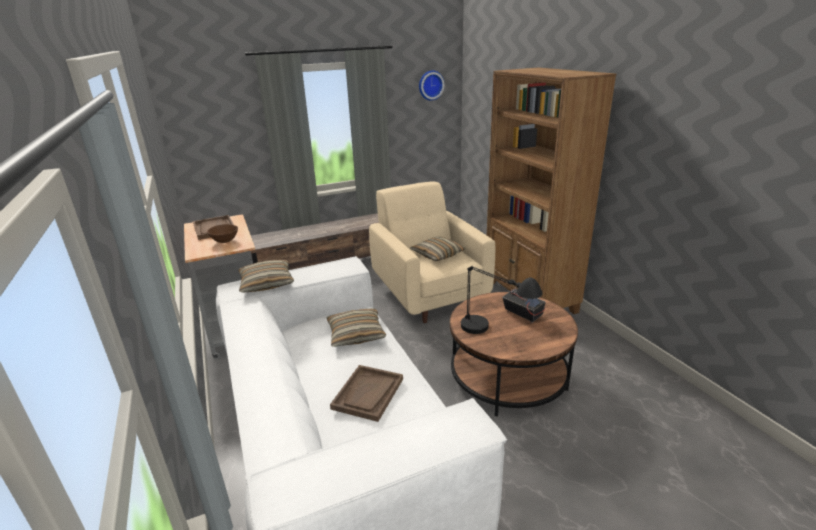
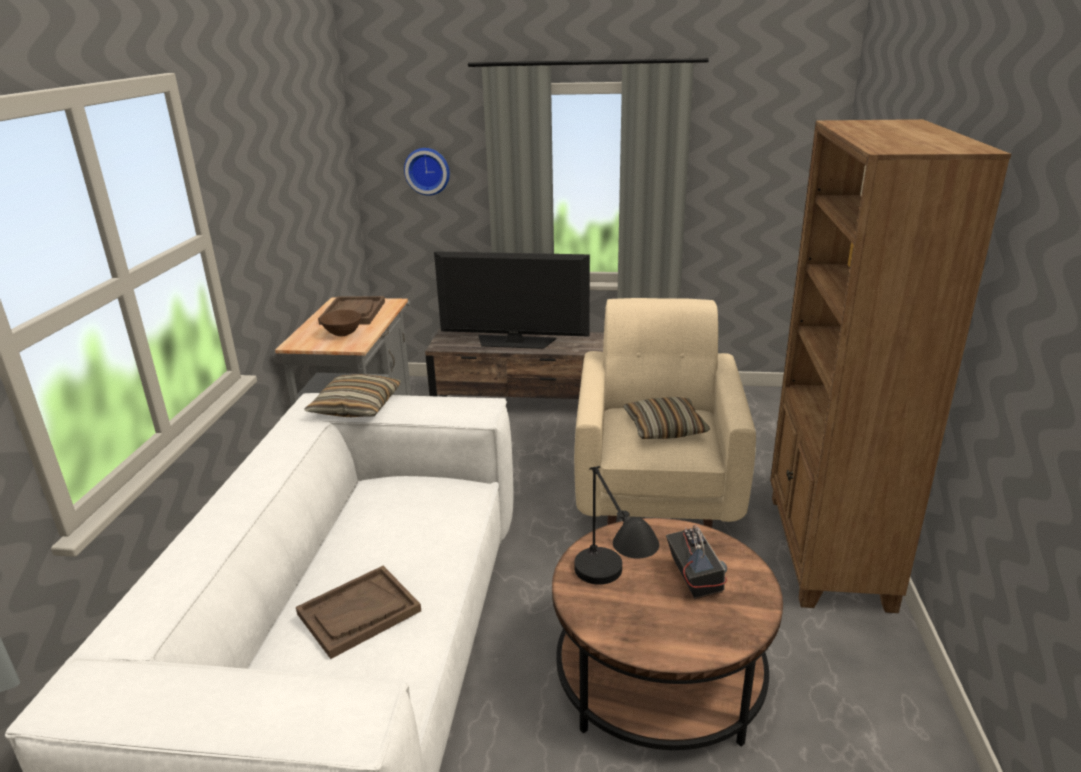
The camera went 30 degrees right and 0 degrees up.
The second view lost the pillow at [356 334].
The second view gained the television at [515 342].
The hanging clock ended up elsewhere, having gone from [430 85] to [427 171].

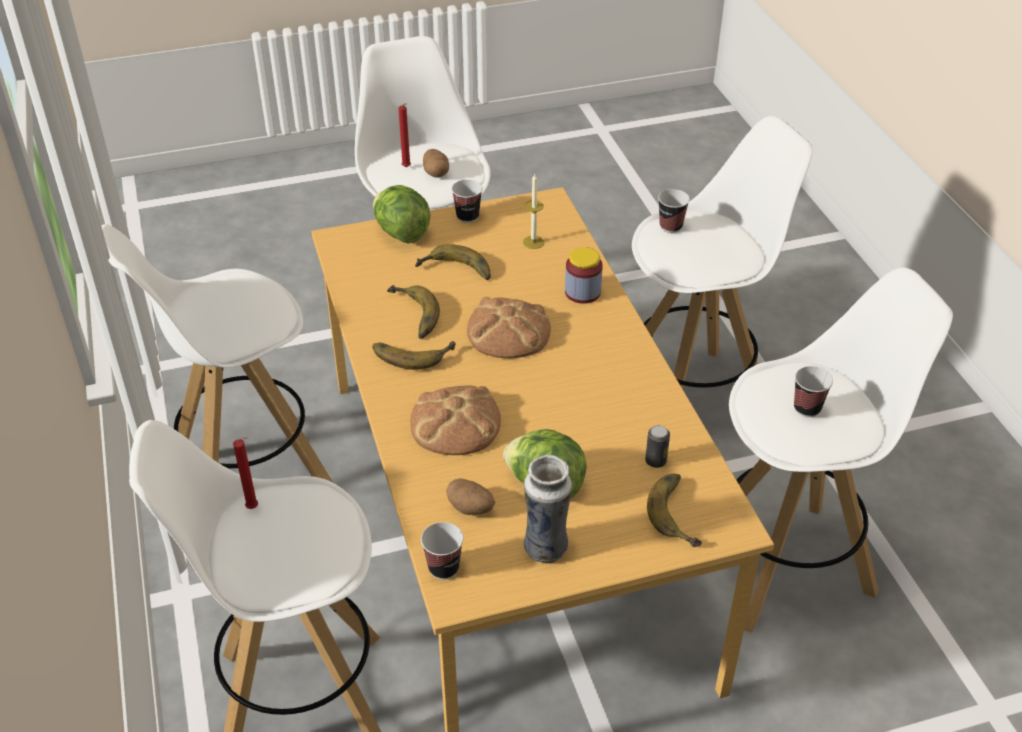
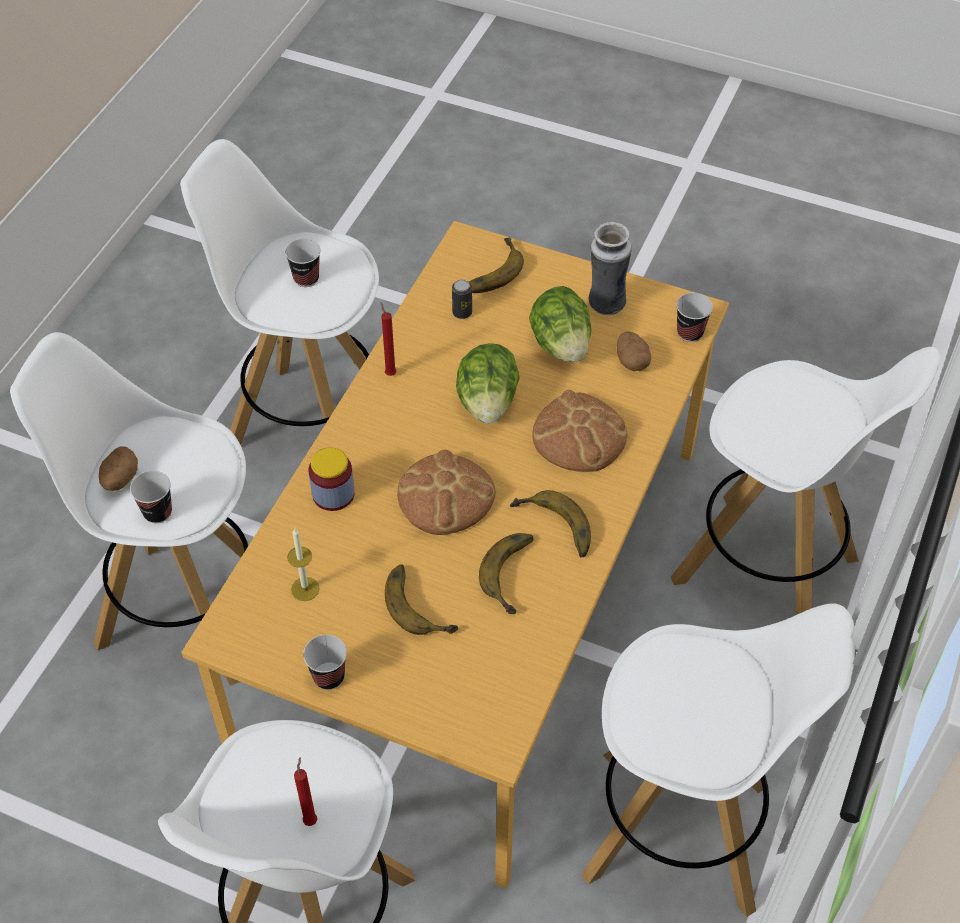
The camera went 140 degrees left and 10 degrees up.
The candle (red) ended up elsewhere, having gone from [254 508] to [389 373].
The head of lettuce ended up elsewhere, having gone from [401 233] to [487 403].
The potato ended up elsewhere, having gone from [436 173] to [120 479].

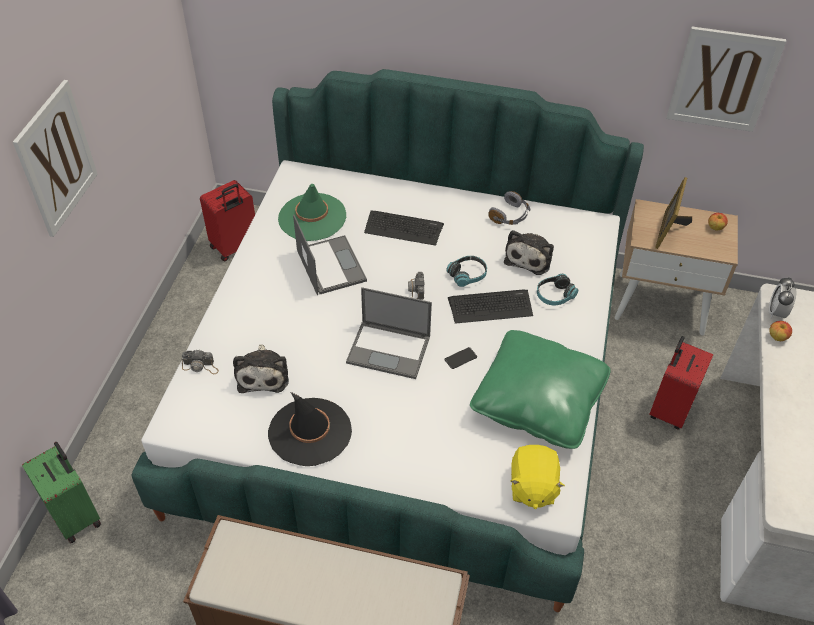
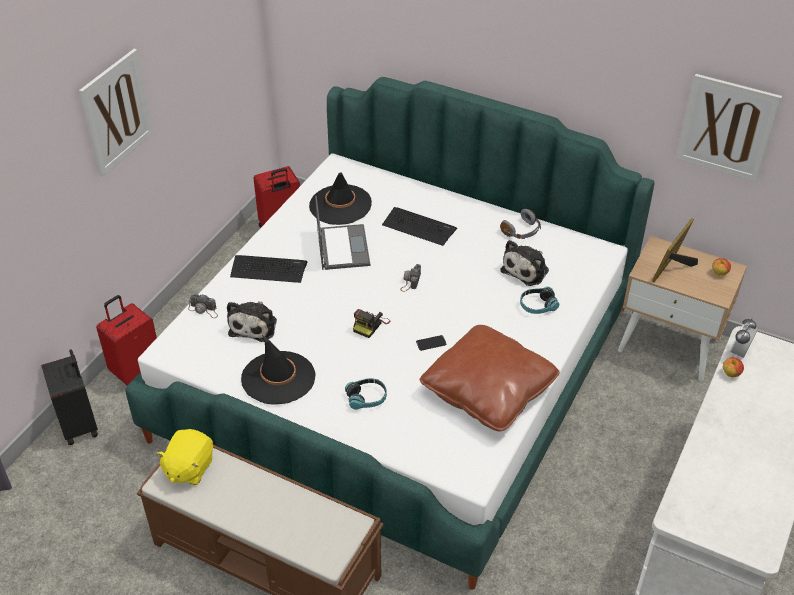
The camera went 15 degrees right and 5 degrees down.
The pair of headphones ended up elsewhere, having gone from [467 275] to [366 398].
The computer keyboard ended up elsewhere, having gone from [490 306] to [268 269].
The cuddly toy (yellow) ended up elsewhere, having gone from [532 487] to [189 468].
The suitcase (red) ended up elsewhere, having gone from [669 409] to [136 370].
Where the portable computer stood at [390 349], the still camera came to stand at [370 325].
What was the suitcase (greenish) at [76 516] turned into the suitcase (blackish) at [80 425].
What was the wearable hat (greenish) at [312 217] turned into the wearable hat (blackish) at [340 205].
What was the pillow (greenish) at [538 401] turned into the pillow (brown) at [488 390].

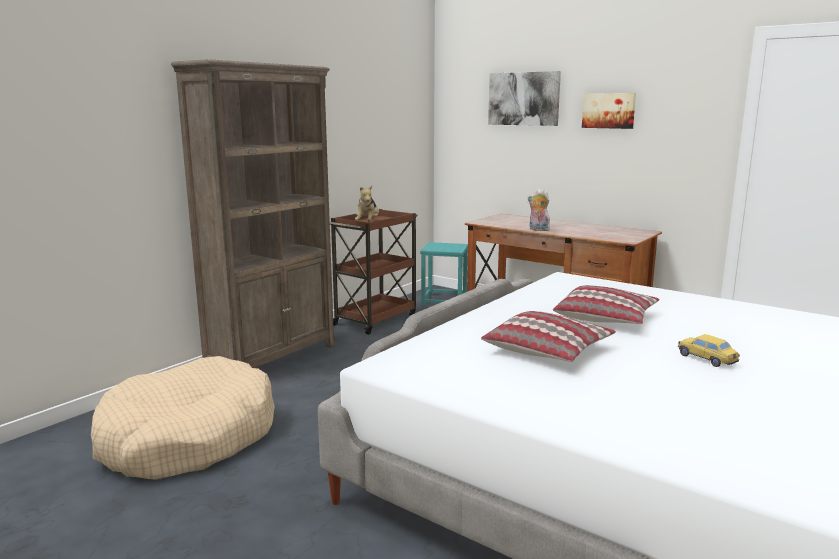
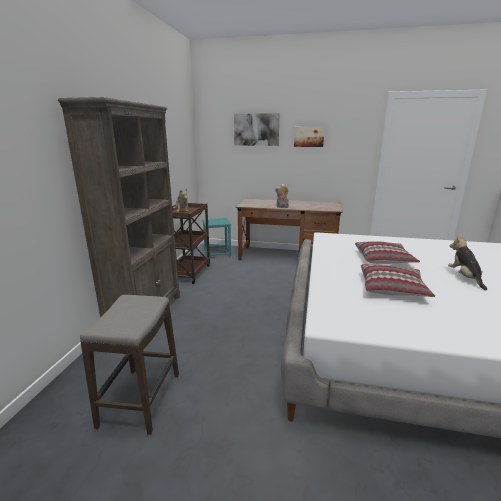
The camera went 25 degrees left and 5 degrees up.
Where the pet bed (beige-coloured) stood at [188 438], the sitting stool came to stand at [140 399].
Where the miniature car stood at [706 359], the cuddly toy came to stand at [464 278].

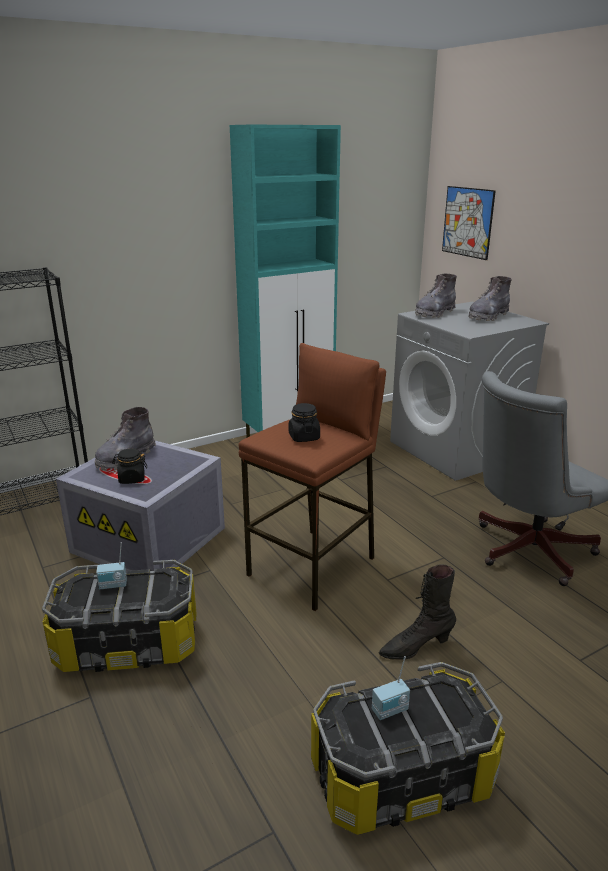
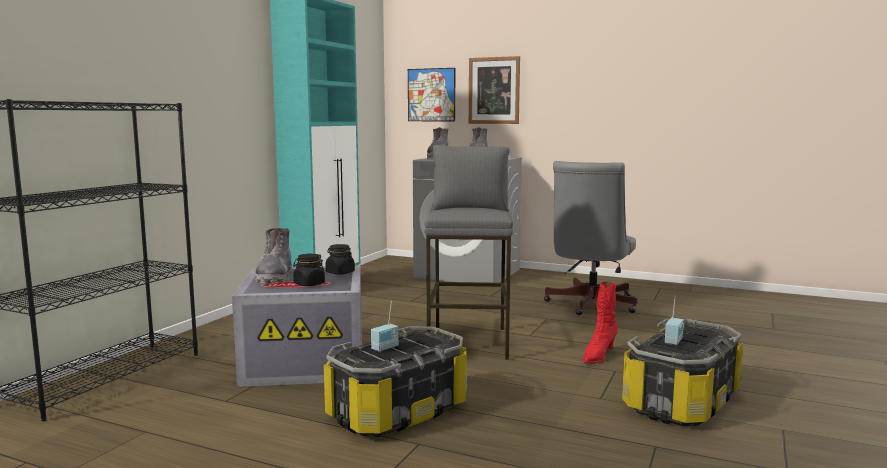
The camera went 35 degrees left and 15 degrees down.
The second view gained the wall art at [494 90].
The jar (blackish) ended up elsewhere, having gone from [304 437] to [340 272].
What was the sitting stool (brown) at [313 567] turned into the sitting stool (grey) at [469 342].
What was the high-top boot (blackish) at [415 647] turned into the high-top boot (red) at [598 356].

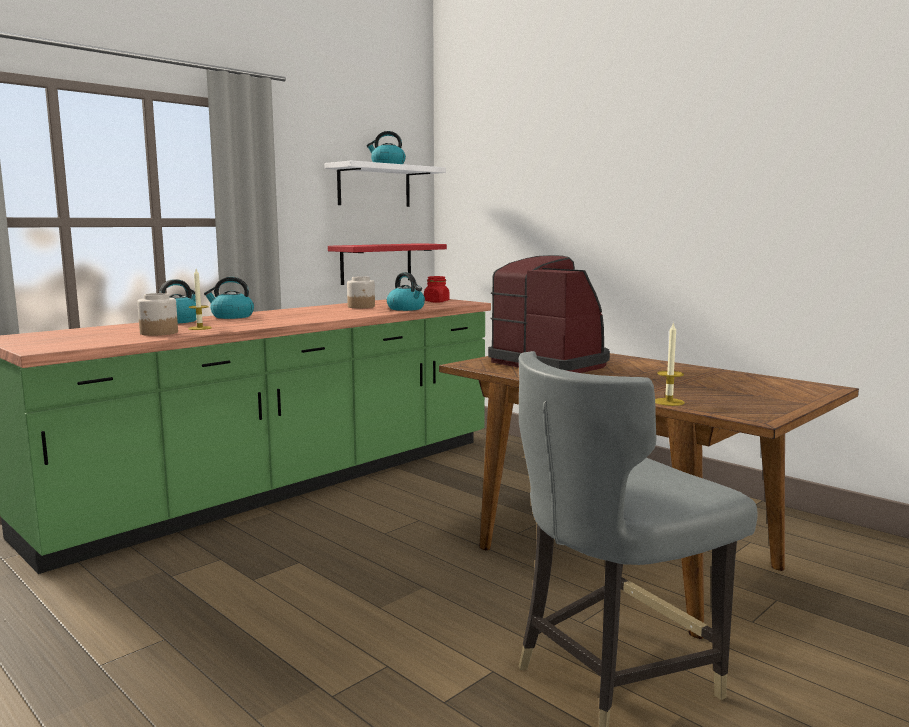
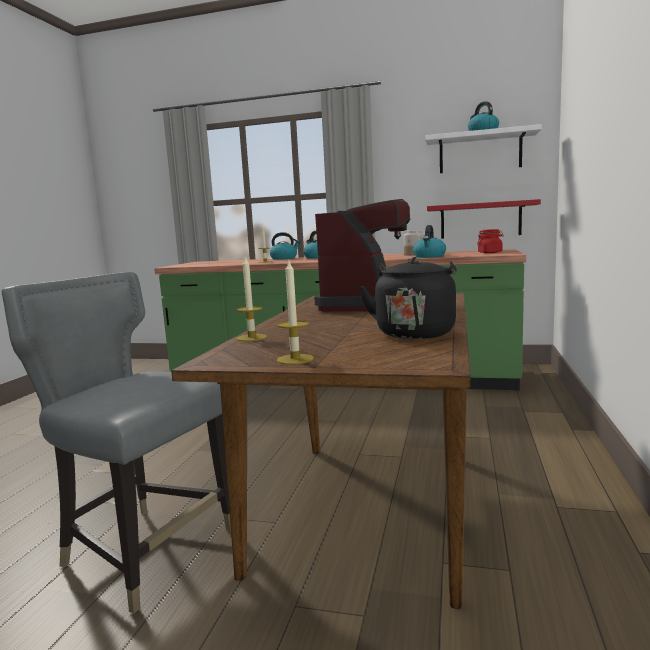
The camera went 60 degrees right and 0 degrees up.
The second view lost the jar at [159 333].
The second view gained the candle at [295 359].
The second view gained the water kettle (blackish) at [415 333].

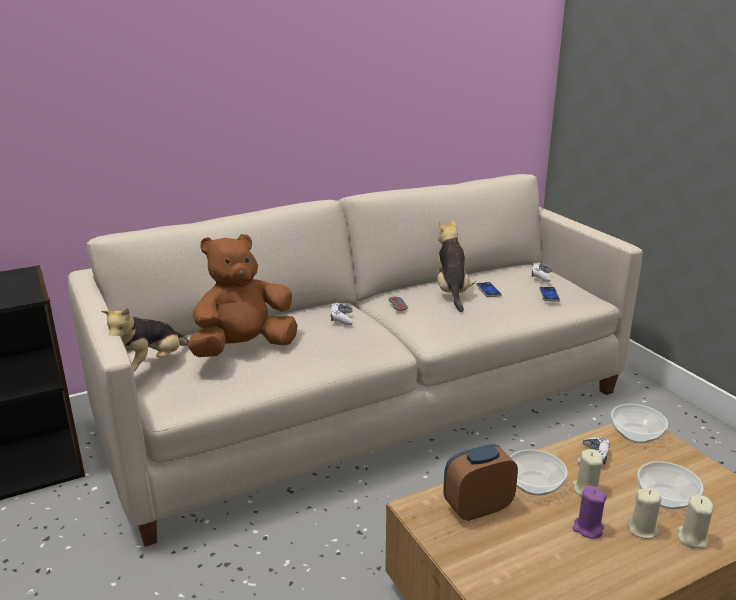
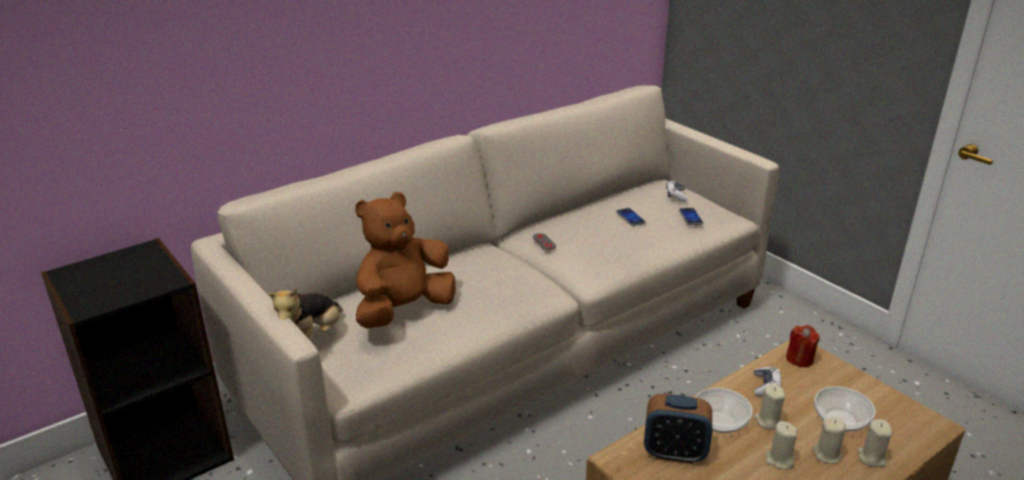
The camera went 10 degrees left and 5 degrees up.
The second view lost the game controller at [341 319].
The second view lost the cuddly toy at [452 292].
Where the deep dish stood at [636 435], the candle (red) came to stand at [799 359].
What was the candle (purple-coloured) at [587 529] turned into the candle (beige-coloured) at [779 460].
The alarm clock at [477 508] ended up facing another way, 135 degrees counterclockwise from before.

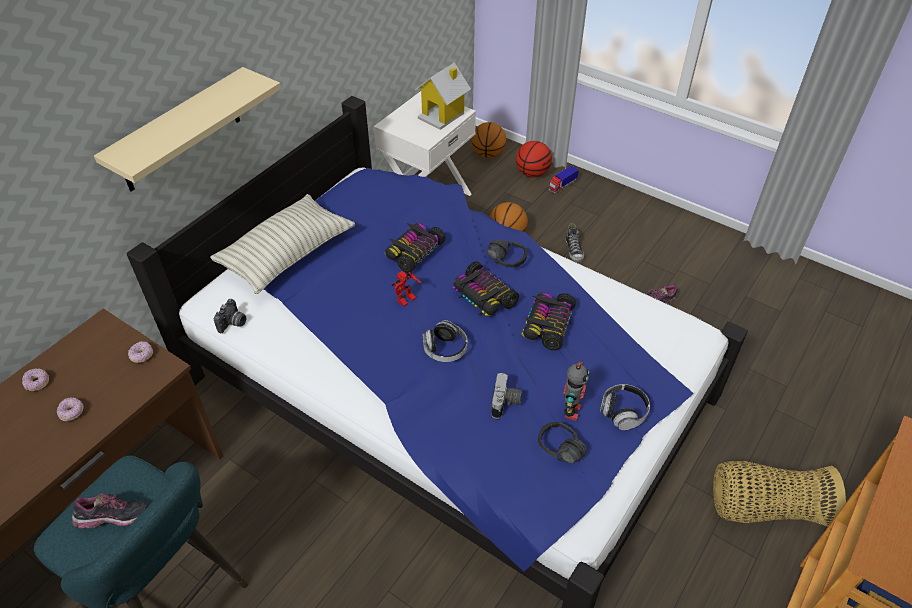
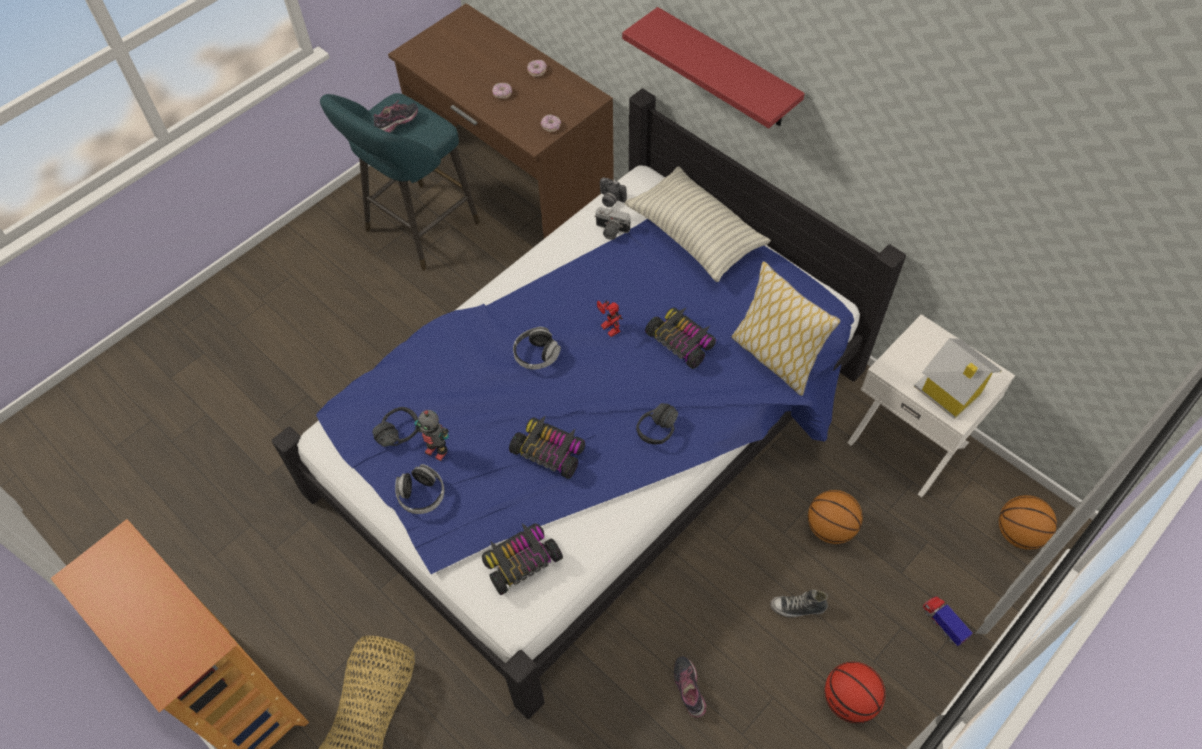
The camera went 100 degrees right and 10 degrees up.
The second view gained the pillow at [775 357].
The miniature car ended up elsewhere, having gone from [483 296] to [520 560].
The still camera ended up elsewhere, having gone from [506 403] to [610 231].
The ball for basketball ended up elsewhere, having gone from [532 173] to [849 700].
What was the bracket shelf (beige-coloured) at [180 131] turned into the bracket shelf (red) at [726 70].
The shoe at [114 519] ended up facing another way, 135 degrees counterclockwise from before.

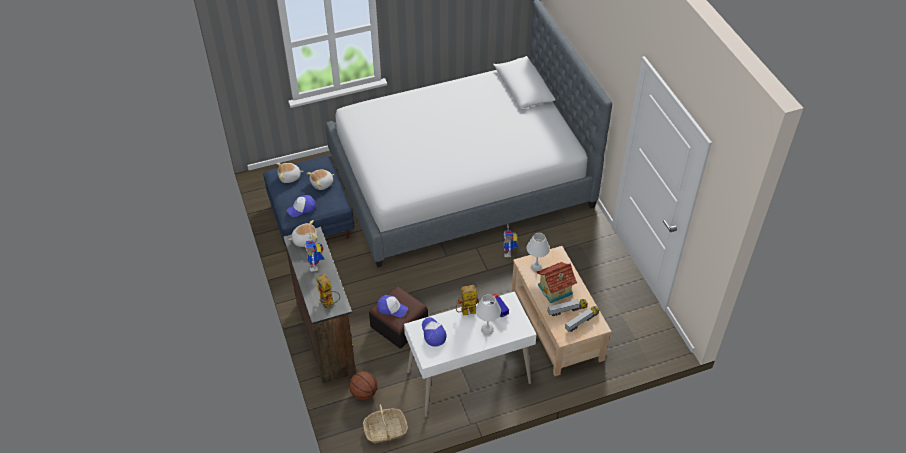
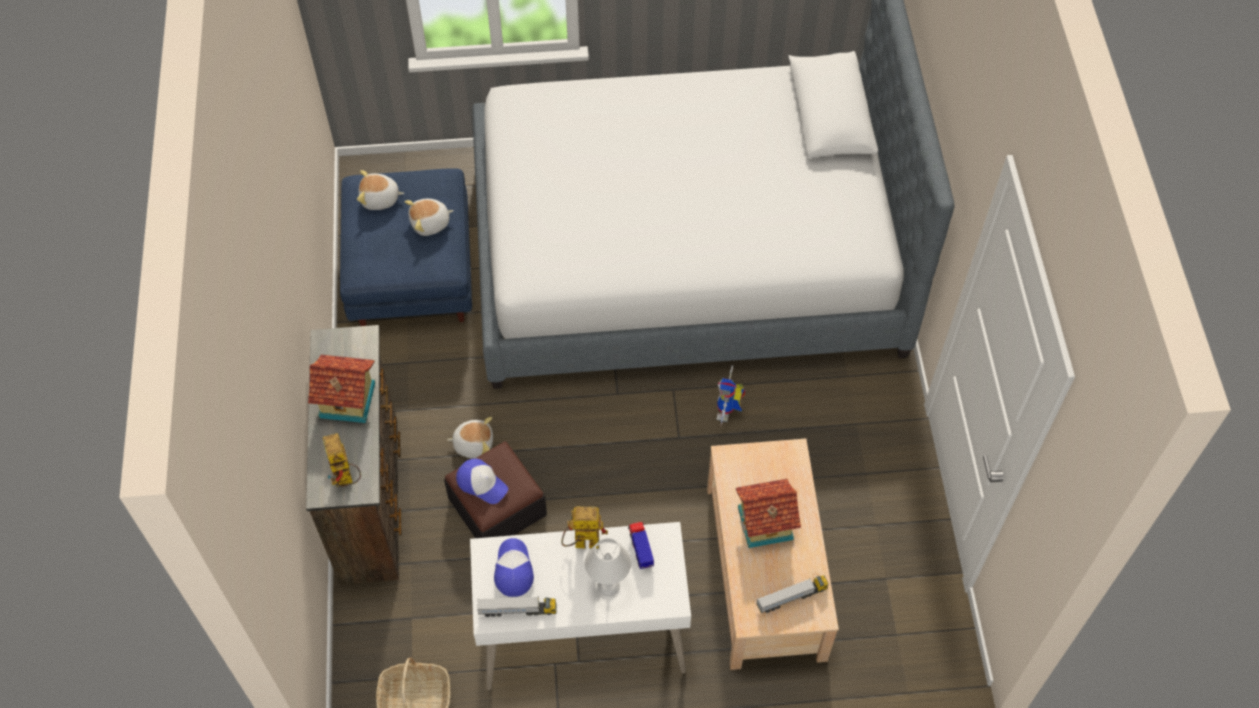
The camera went 15 degrees right and 10 degrees up.
The second view lost the peaked cap at [302 208].
The second view lost the ball for basketball at [364 392].
The second view lost the lamp for a table (white) at [536 267].
The cuddly toy ended up elsewhere, having gone from [305 240] to [473 443].
The model truck ended up elsewhere, having gone from [567 310] to [517 610].
Where the toy robot stood at [316 266], the toy house came to stand at [347 401].

